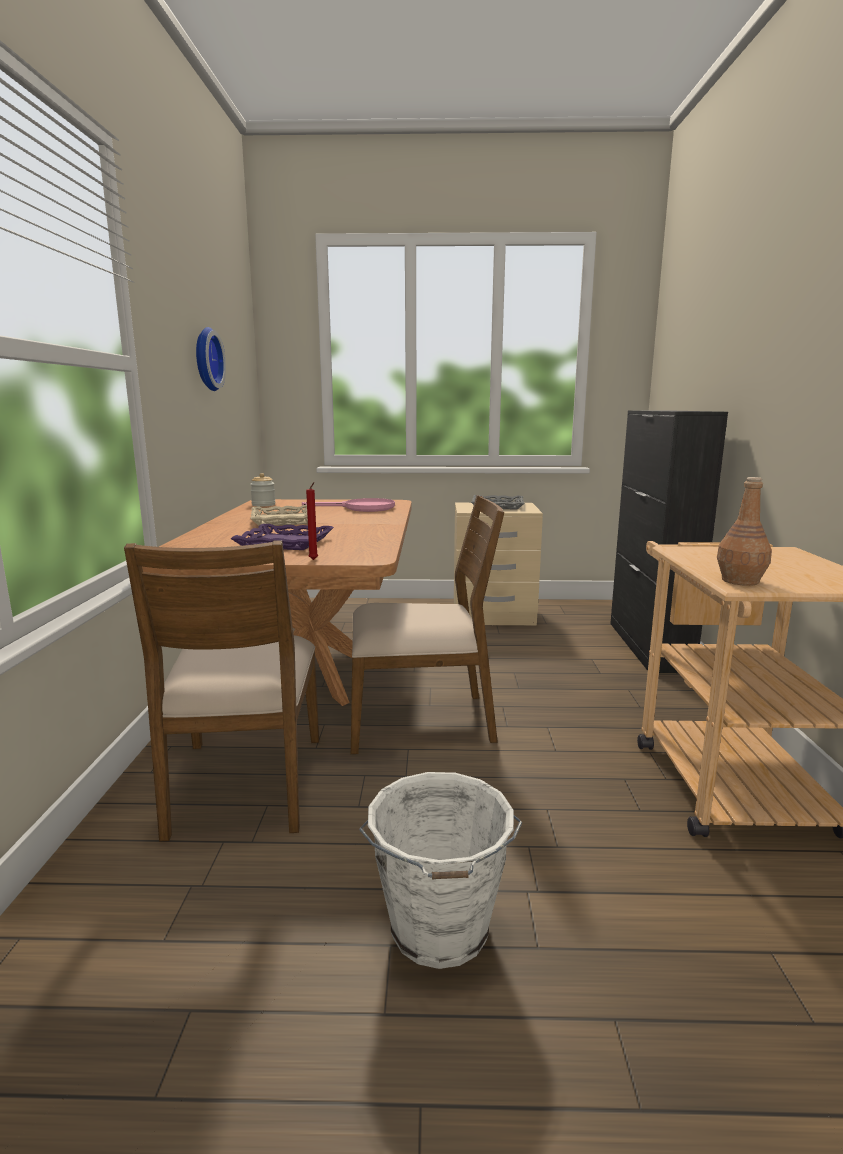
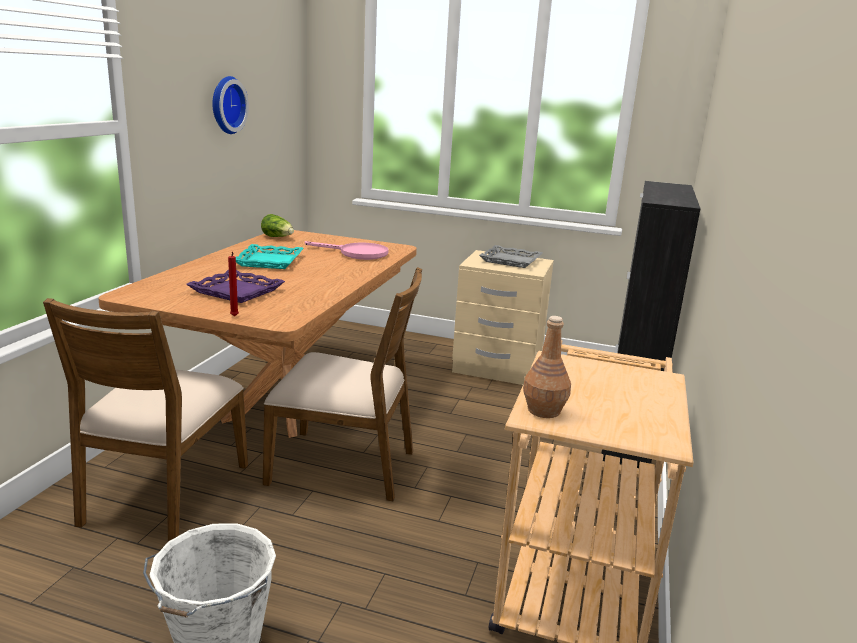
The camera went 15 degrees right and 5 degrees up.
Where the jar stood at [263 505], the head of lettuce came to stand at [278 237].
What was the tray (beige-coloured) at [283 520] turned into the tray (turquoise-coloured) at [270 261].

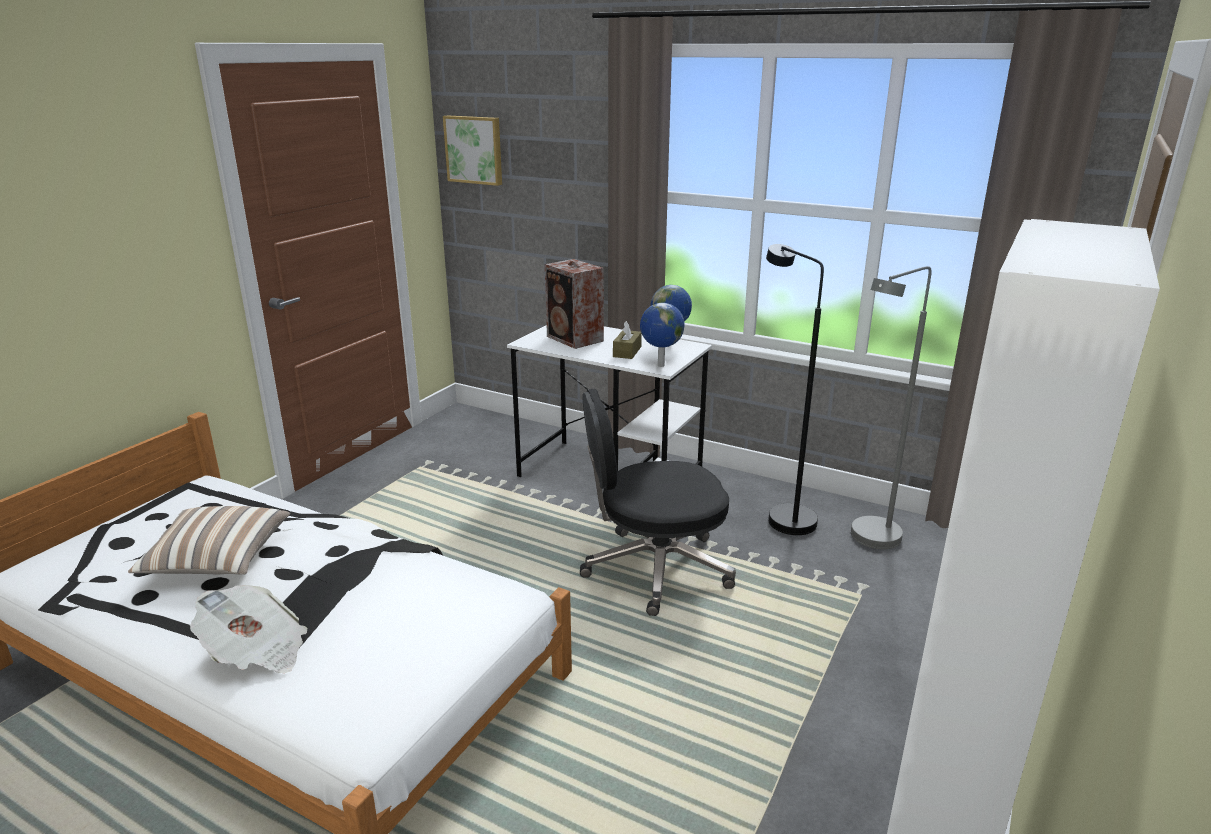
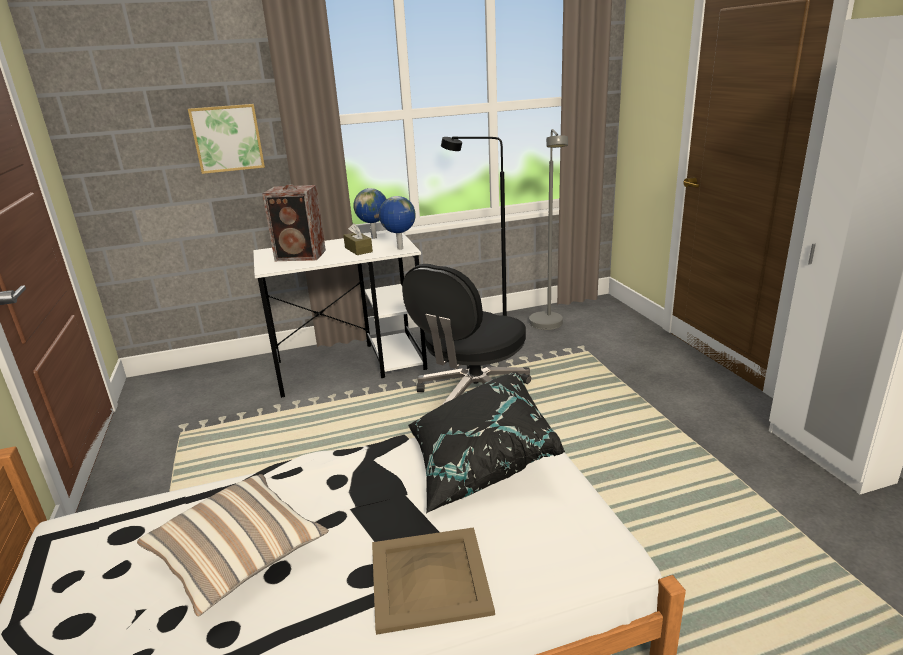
The camera went 45 degrees left and 0 degrees up.
The second view gained the pillow (blackish) at [478 464].
The wall art ended up elsewhere, having gone from [474 150] to [227 138].
Where the daily paper stood at [256 651], the tray (beige-coloured) came to stand at [430 577].

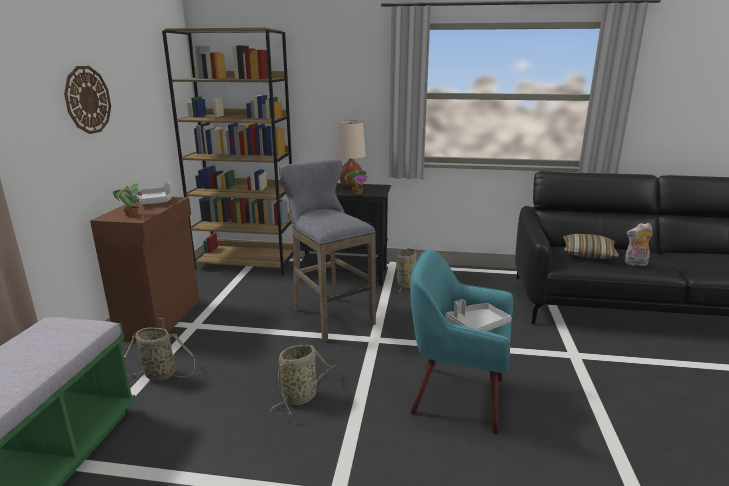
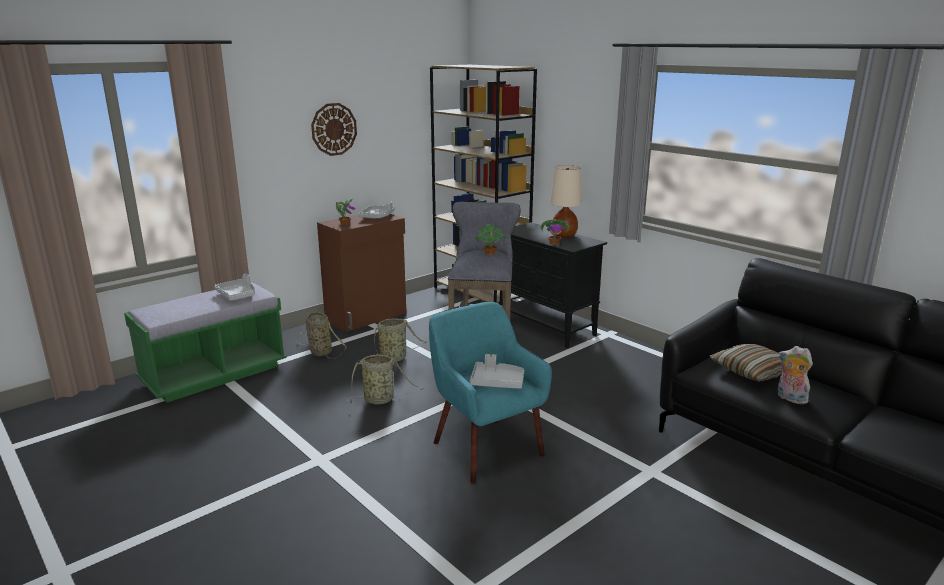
The camera went 40 degrees right and 0 degrees up.
The second view gained the tray (grey) at [237 295].
The second view gained the houseplant at [489 253].
The storage basket ended up elsewhere, having gone from [406 284] to [395 358].

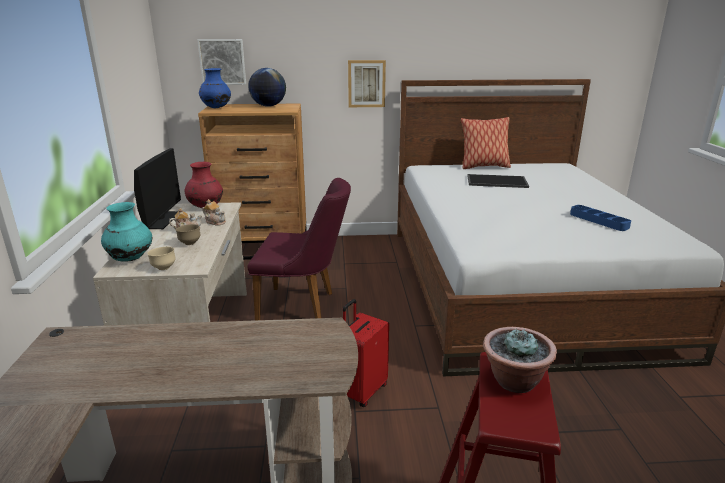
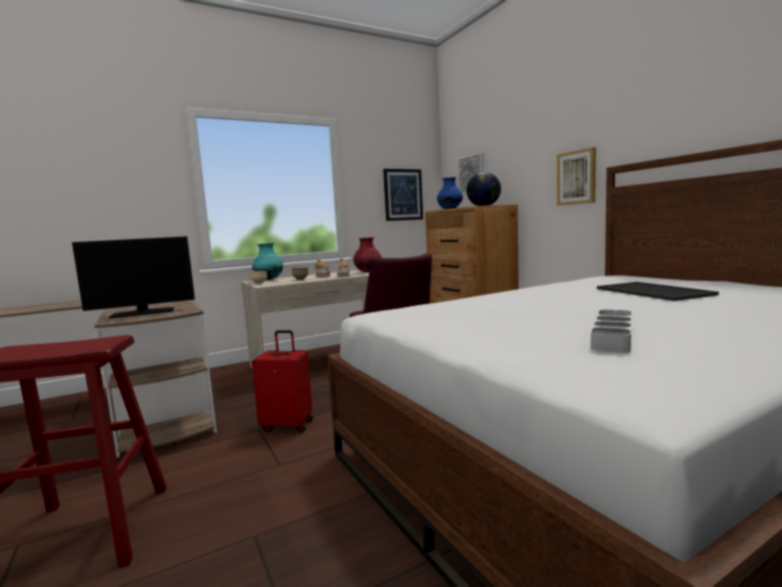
The camera went 65 degrees right and 15 degrees down.
The second view lost the pillow at [483 166].
The second view lost the houseplant at [514 381].
The second view gained the wall art at [403 195].
The monitor ended up elsewhere, having gone from [162 220] to [143 312].
What was the tray (blue) at [598 221] turned into the tray (grey) at [612 336].

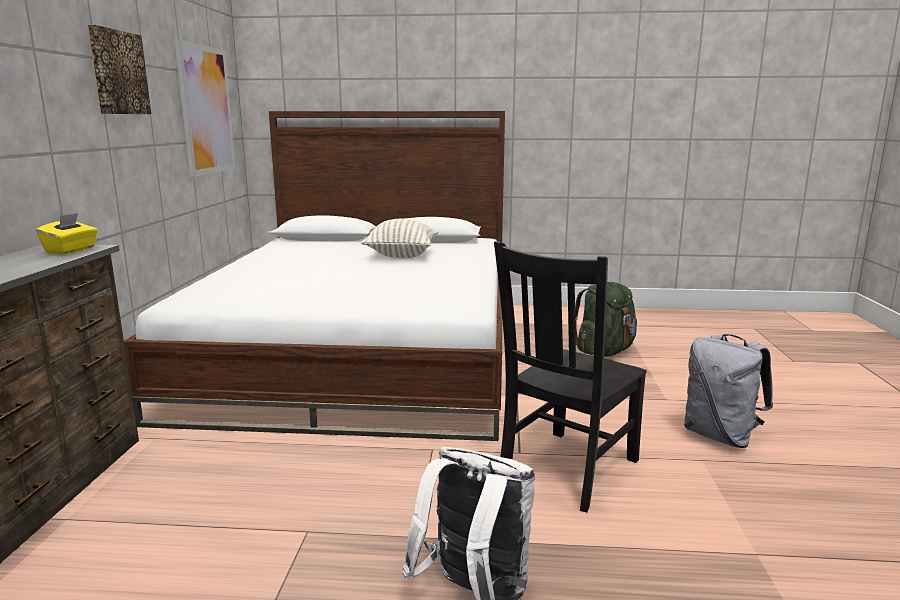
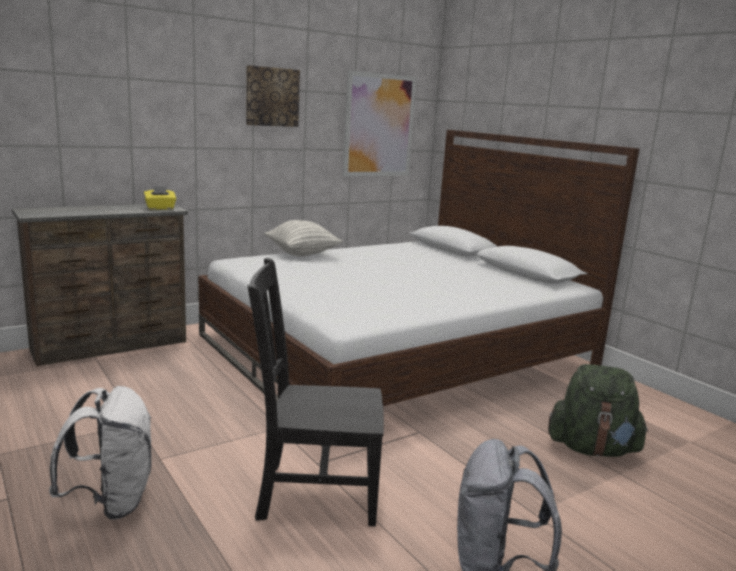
The camera went 50 degrees right and 0 degrees up.
The pillow ended up elsewhere, having gone from [402 256] to [302 254].

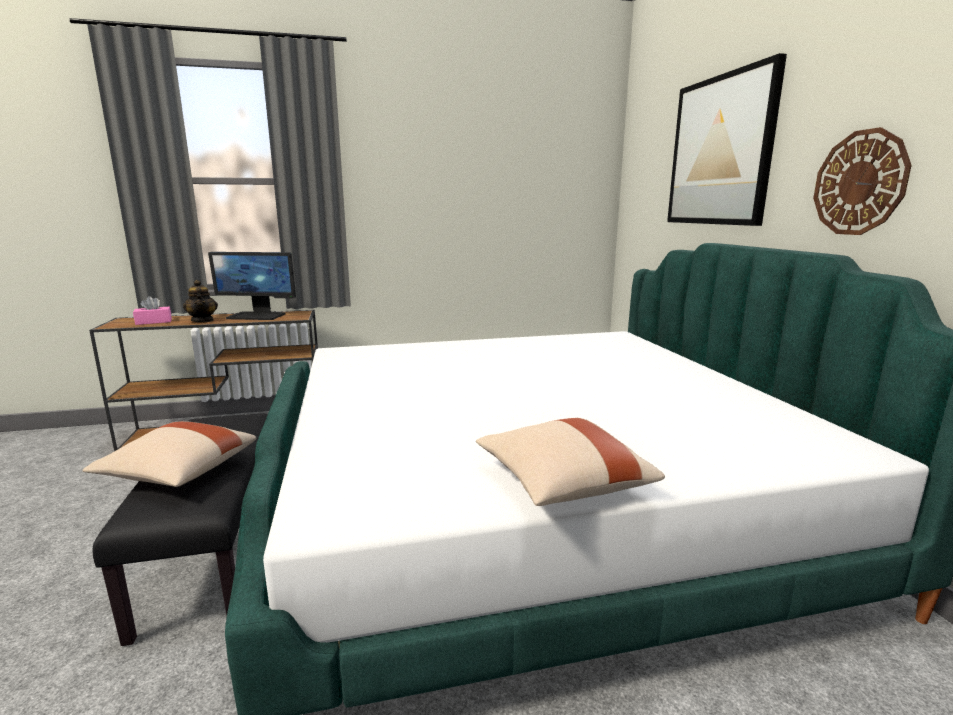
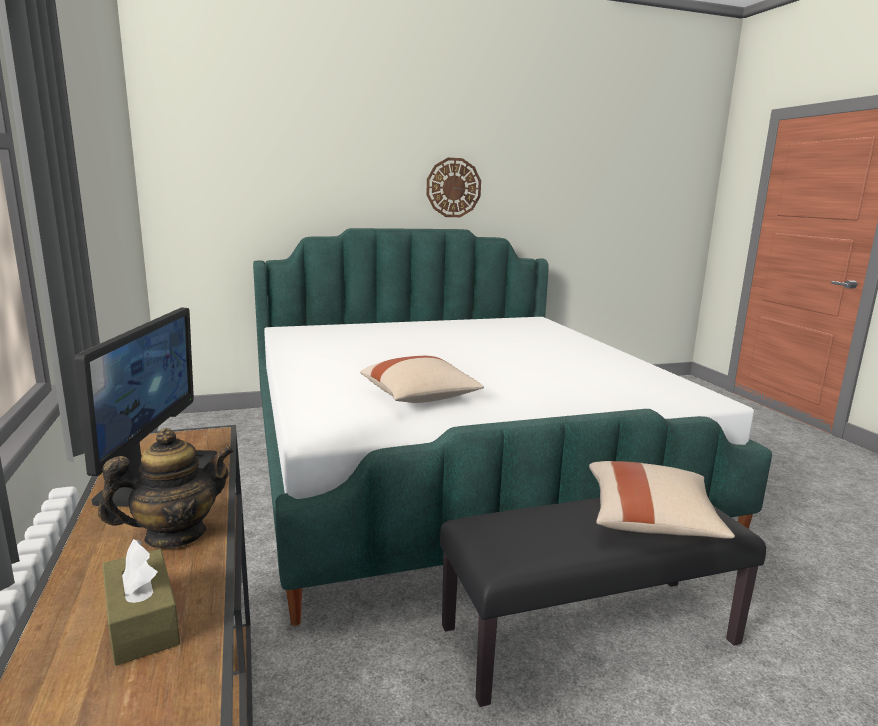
The camera went 95 degrees left and 0 degrees up.
The second view lost the wall art at [720 151].
The pillow (beige-coloured) ended up elsewhere, having gone from [562 483] to [420 398].
What was the box of tissues (pink) at [154 322] turned into the box of tissues (brown) at [142 622].

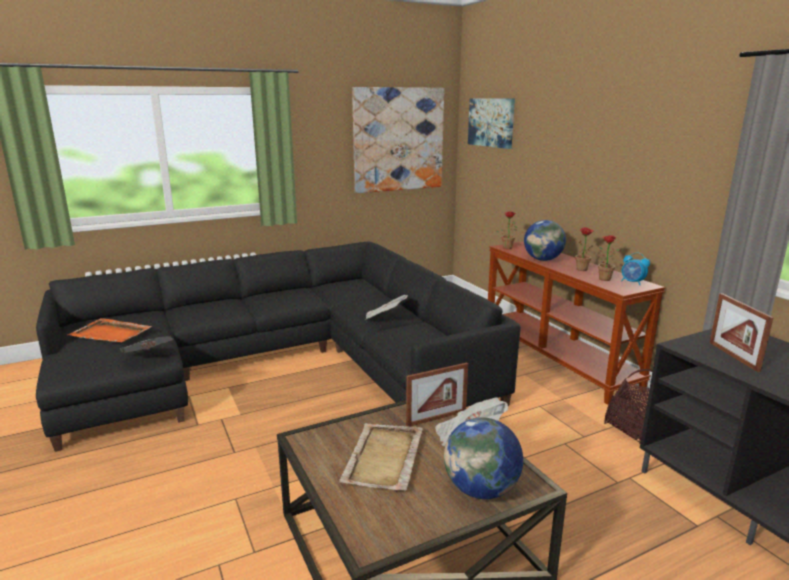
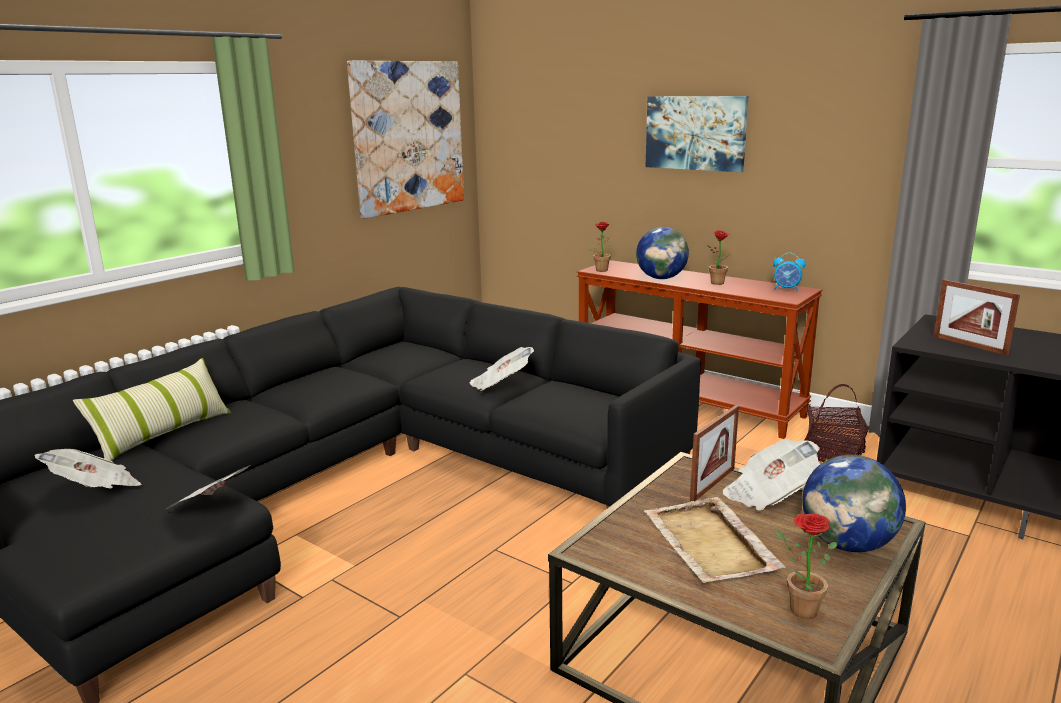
The camera went 25 degrees left and 0 degrees up.
The second view gained the pillow at [163 434].
The wall art ended up elsewhere, having gone from [491 122] to [695 133].
The houseplant ended up elsewhere, having gone from [602 278] to [797 608].
Where the tray (orange-coloured) stood at [111 333], the daily paper came to stand at [95 489].

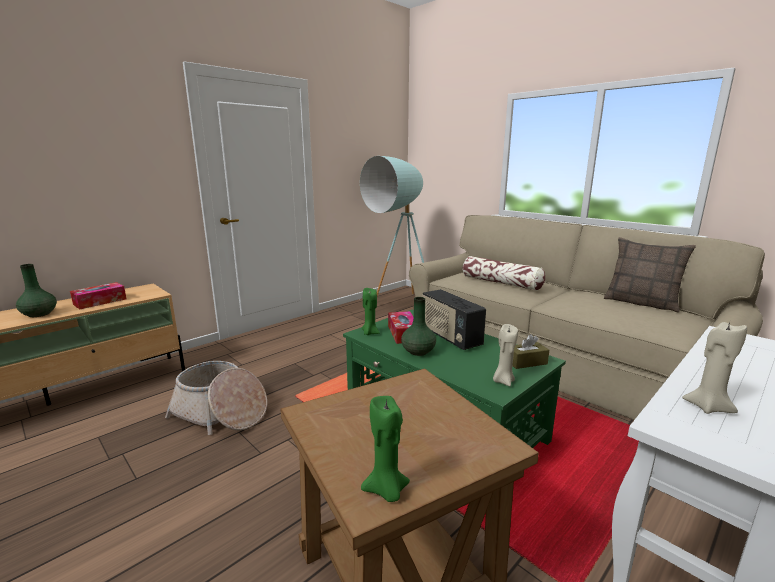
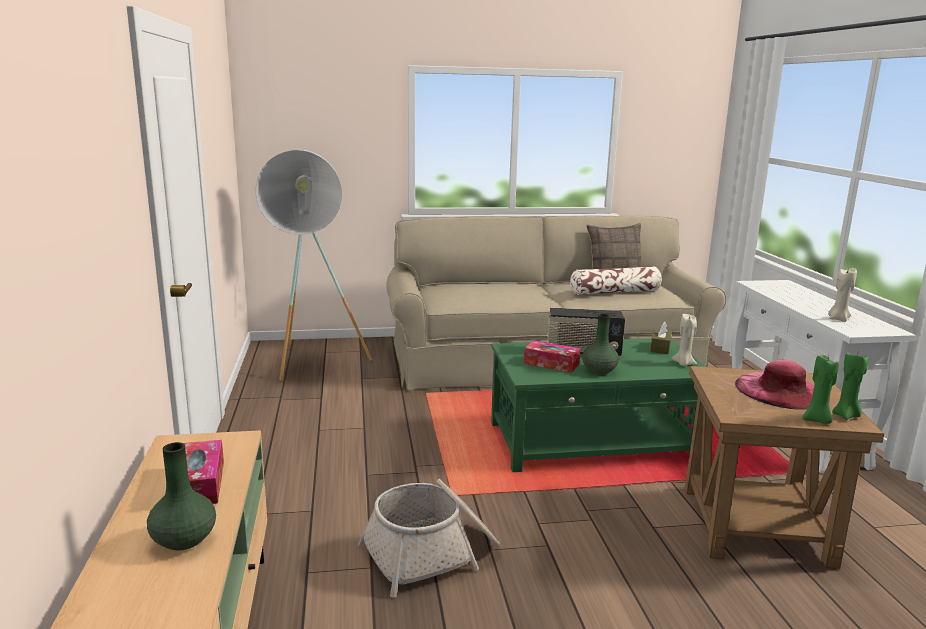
The camera went 55 degrees left and 0 degrees up.
The second view gained the wearable hat (pink) at [781 390].
The candle (greenish) ended up elsewhere, having gone from [369 333] to [817 420].
The pillow ended up elsewhere, having gone from [501 283] to [615 292].

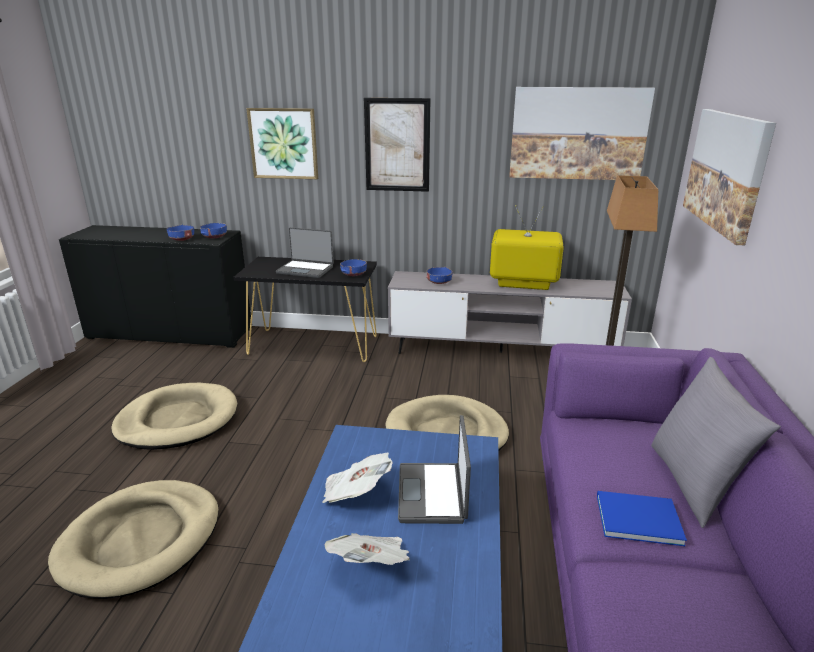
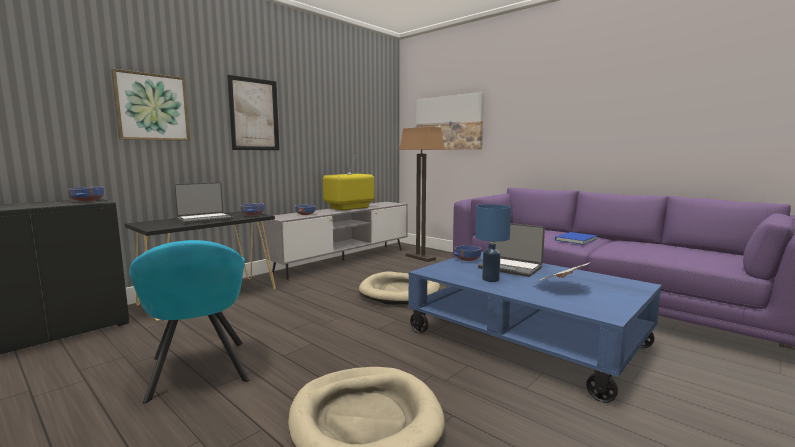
The camera went 55 degrees left and 15 degrees down.
The second view lost the wall art at [578 133].
The second view lost the pillow (grey) at [693 483].
The deep dish (blue) ended up elsewhere, having gone from [182 239] to [467 260].
Where the pet bed (beige-coloured) stood at [177 420], the easy chair (turquoise-coloured) came to stand at [199 372].
Where the daily paper stood at [356 492], the lamp for a table (blue) came to stand at [490 279].

